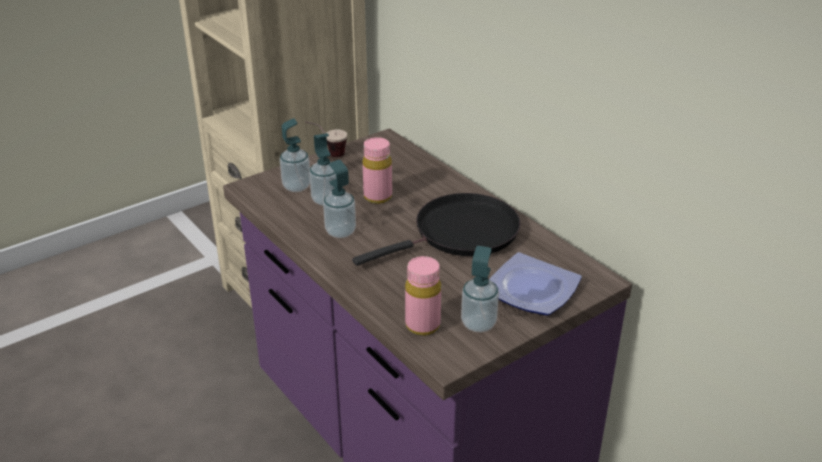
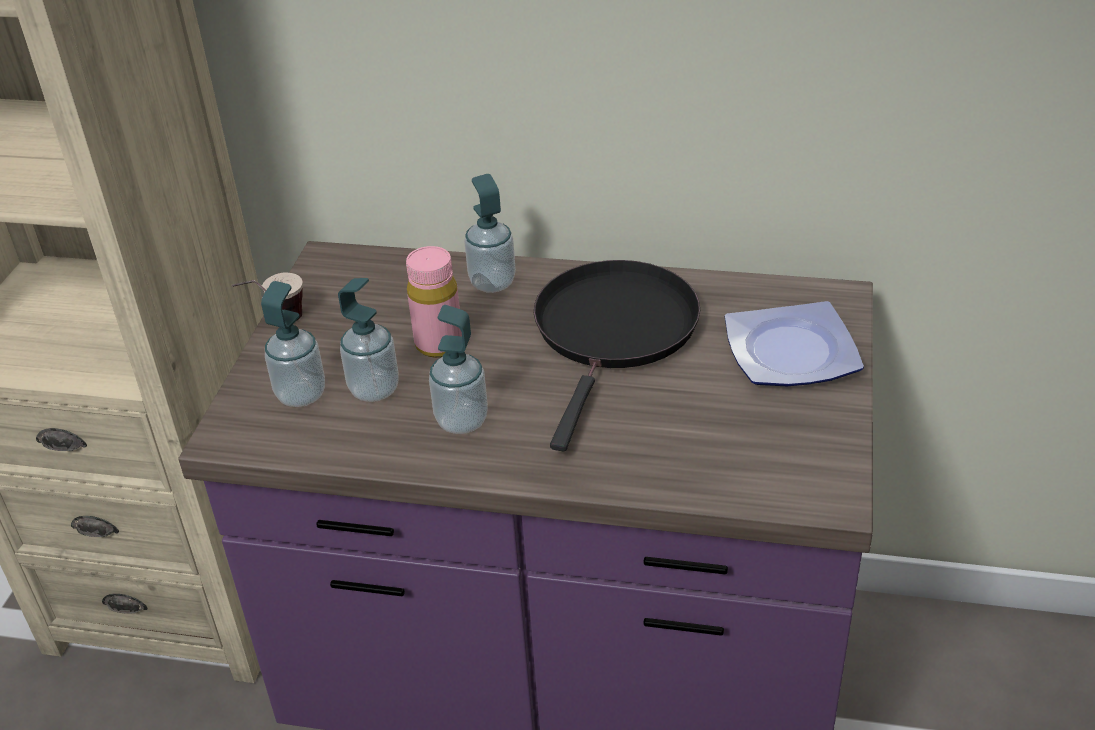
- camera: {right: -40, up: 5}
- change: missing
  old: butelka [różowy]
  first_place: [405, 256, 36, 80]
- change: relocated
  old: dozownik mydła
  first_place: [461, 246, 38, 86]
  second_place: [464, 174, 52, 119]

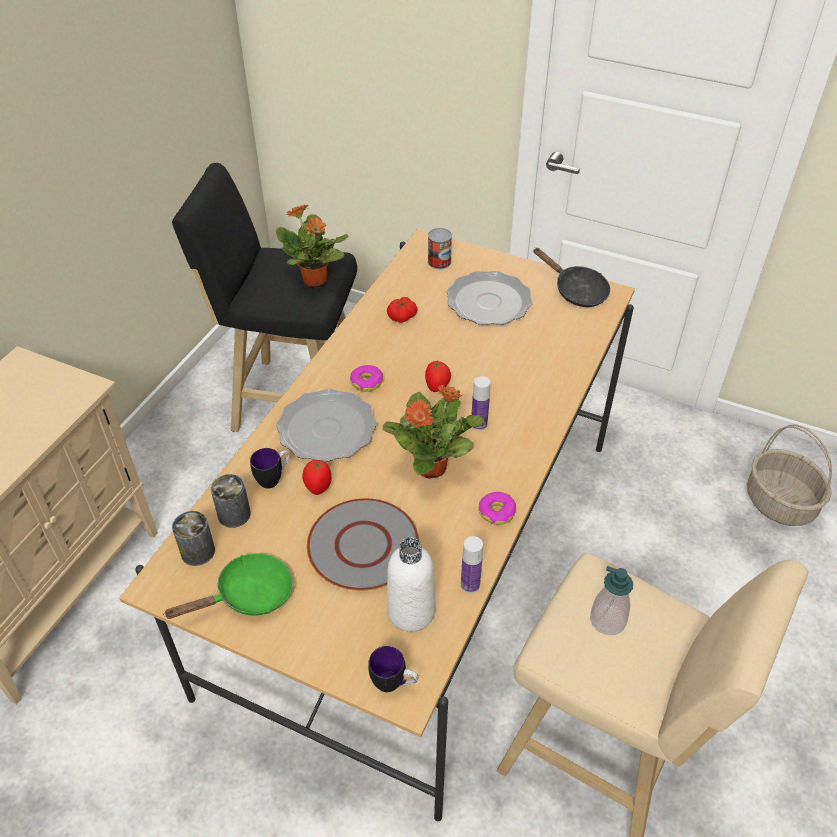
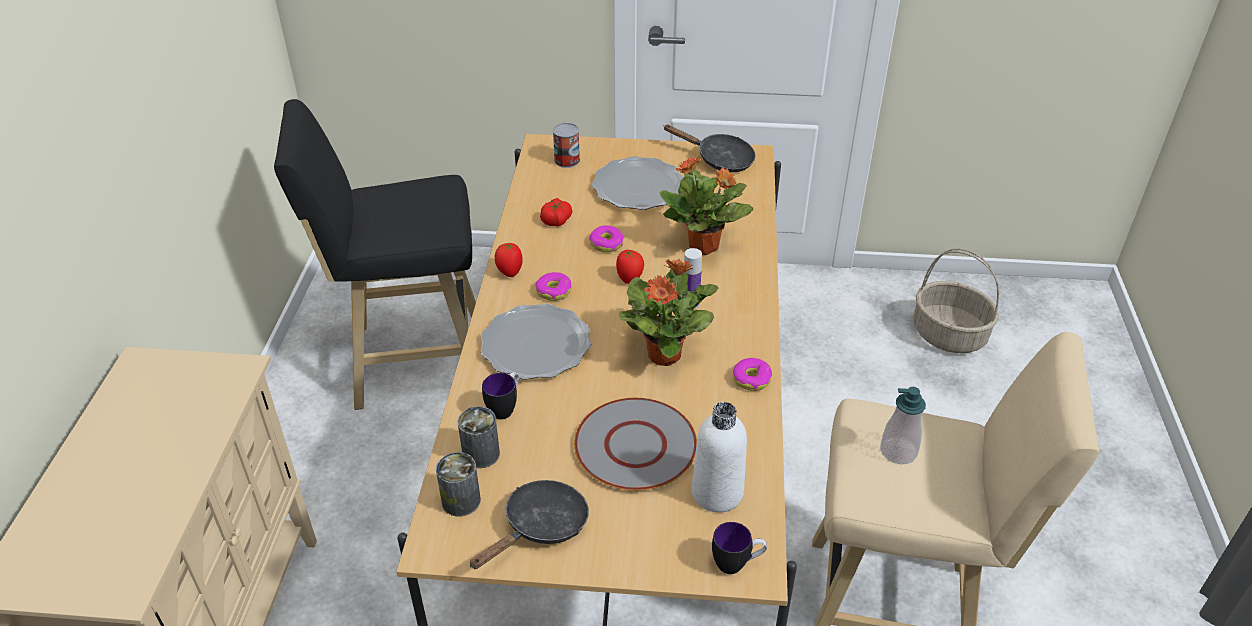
- camera: {right: -20, up: -5}
- change: missing
  old: butelka
  first_place: [461, 536, 22, 57]
- change: appeared
  new: donut
  second_place: [589, 225, 35, 27]
- change: relocated
  old: roślina doniczkowa
  first_place: [276, 204, 72, 83]
  second_place: [659, 156, 94, 99]
- change: relocated
  old: pomidor
  first_place: [302, 460, 29, 35]
  second_place: [495, 242, 28, 35]
- change: colour
  old: patelnia [zielony]
  new: patelnia [czarny]
  first_place: [163, 553, 130, 66]
  second_place: [469, 480, 120, 89]

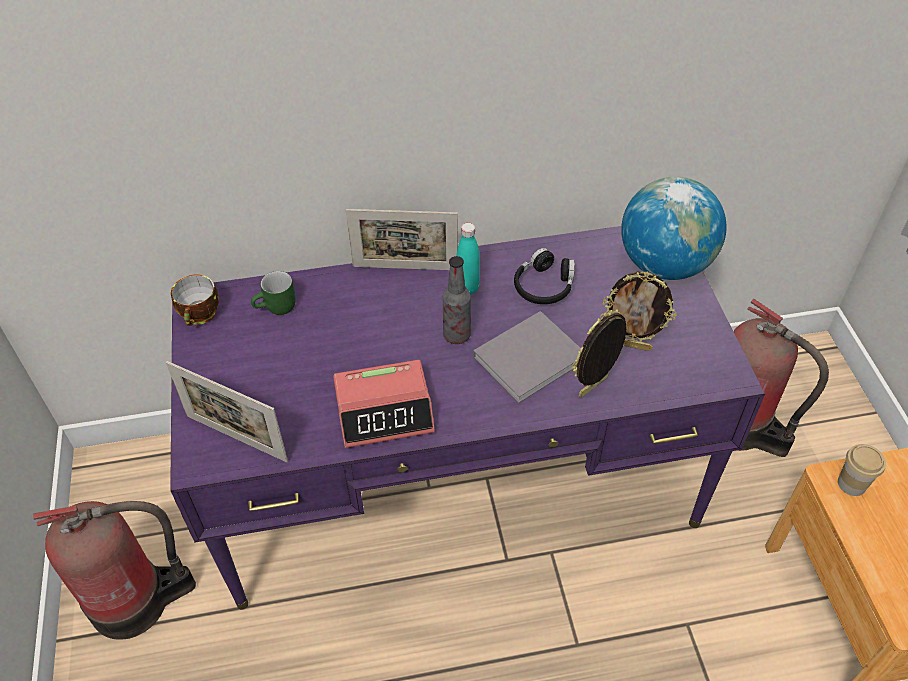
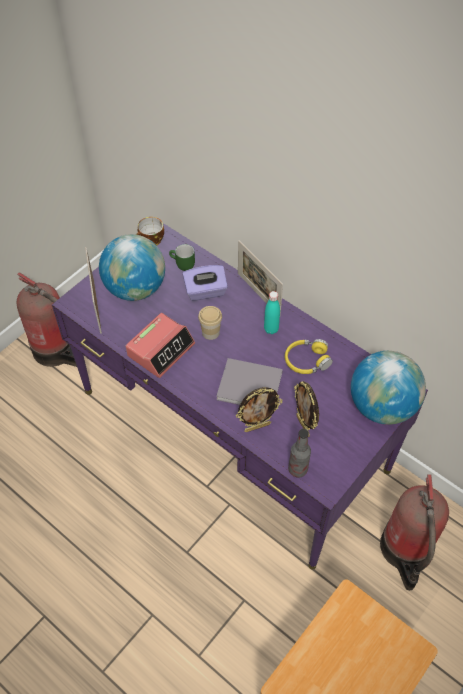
- camera: {right: 50, up: 5}
- change: appeared
  new: globus
  second_place: [99, 234, 66, 67]
- change: appeared
  new: pudełko chusteczek [fioletowy]
  second_place: [182, 265, 46, 36]
- change: relocated
  old: butelka
  first_place: [443, 256, 28, 88]
  second_place: [288, 429, 23, 49]
- change: relocated
  old: filiżanka
  first_place: [838, 444, 48, 52]
  second_place: [198, 306, 24, 34]
- change: colour
  old: słuchawki [czarny]
  new: słuchawki [żółty]
  first_place: [514, 248, 61, 56]
  second_place: [285, 339, 48, 35]
- change: spun
  old: budzik
  first_place: [333, 360, 102, 88]
  second_place: [126, 313, 69, 65]
  degrees: -90
- change: spun
  old: ramka na zdjęcie
  first_place: [572, 310, 54, 88]
  second_place: [236, 387, 46, 45]
  degrees: 150

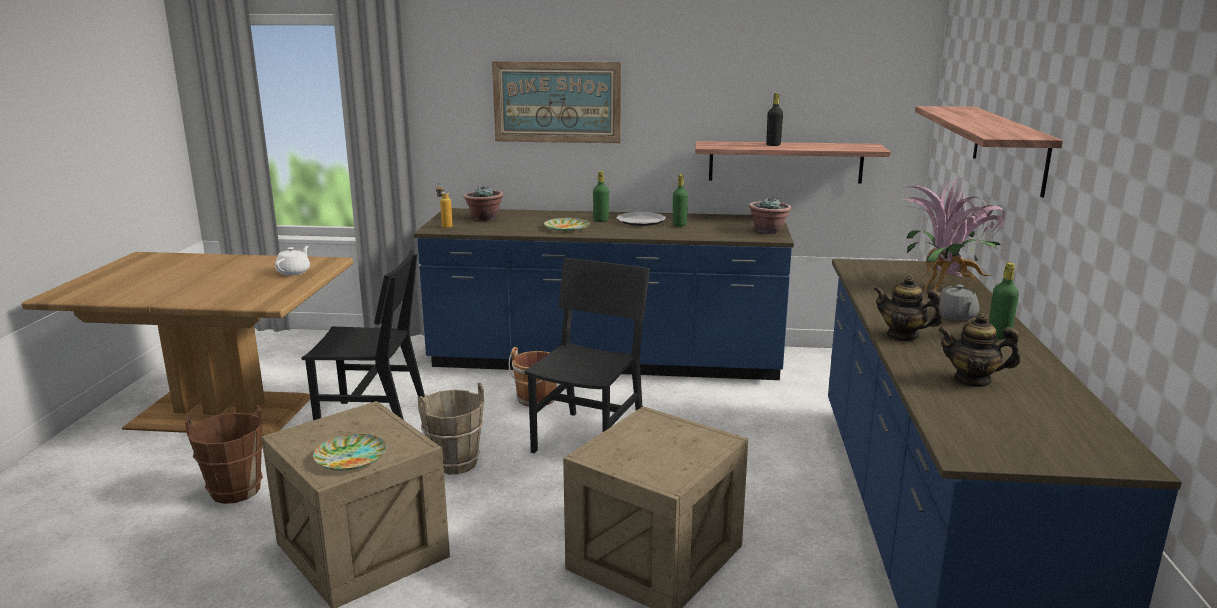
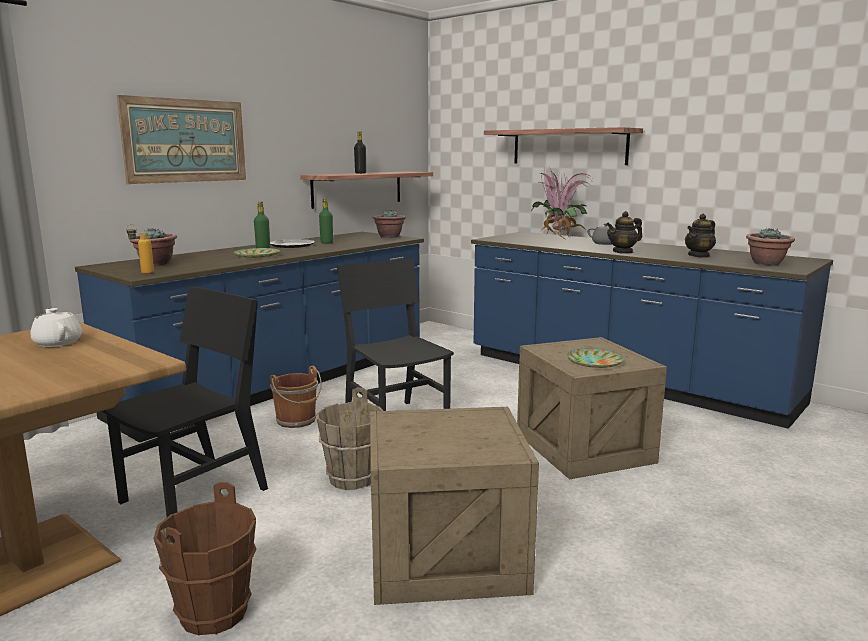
- camera: {right: -55, up: -5}
- change: missing
  old: butelka [zielony]
  first_place: [989, 263, 30, 77]
- change: appeared
  new: roślina doniczkowa
  second_place: [746, 228, 49, 37]
- change: relocated
  old: talerz
  first_place: [313, 434, 74, 37]
  second_place: [567, 349, 57, 19]

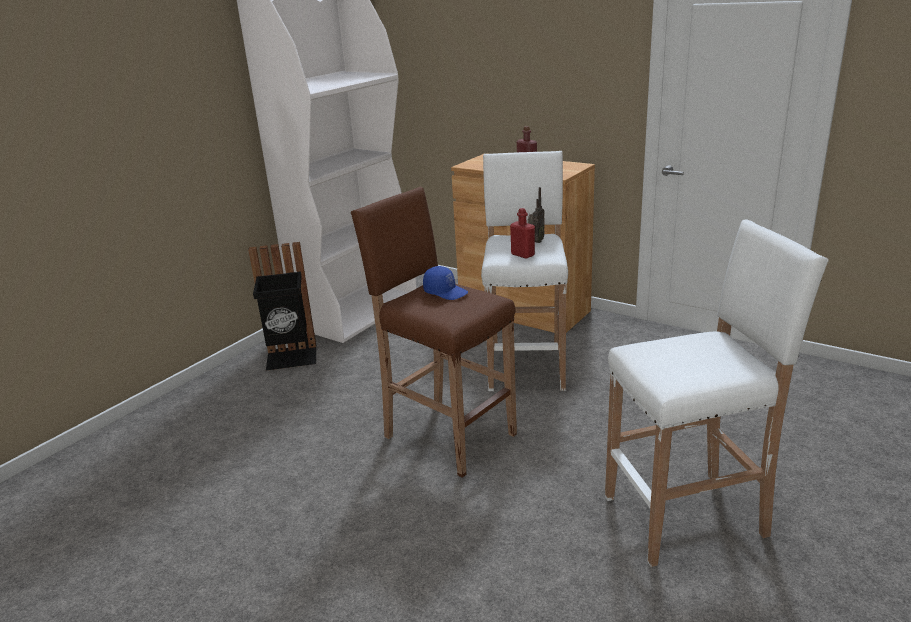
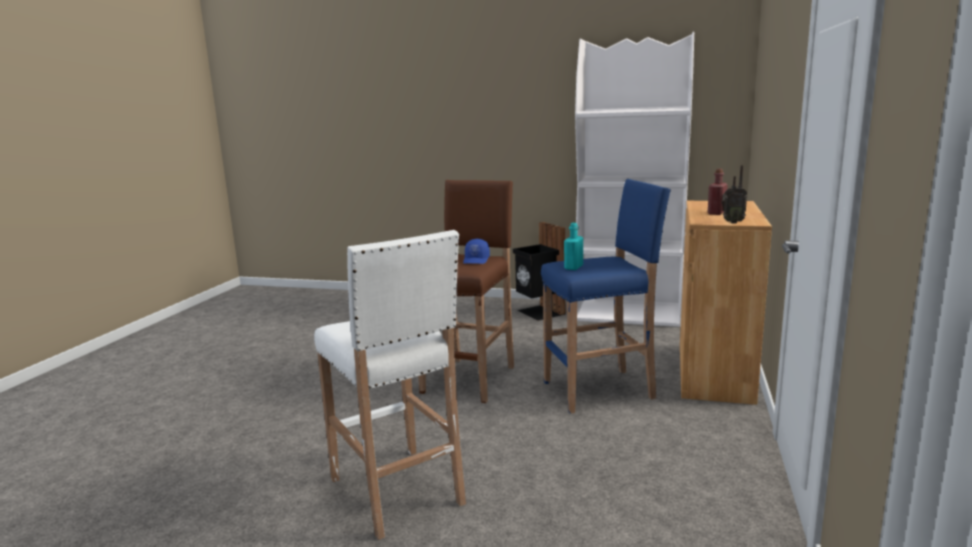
- camera: {right: 70, up: -10}
- change: relocated
  old: radio
  first_place: [528, 187, 17, 56]
  second_place: [721, 165, 26, 58]
- change: colour
  old: stołek [biały]
  new: stołek [niebieski]
  first_place: [481, 151, 87, 240]
  second_place: [541, 179, 130, 235]
- change: colour
  old: butelka [czerwony]
  new: butelka [turkusowy]
  first_place: [510, 208, 25, 51]
  second_place: [564, 223, 19, 47]

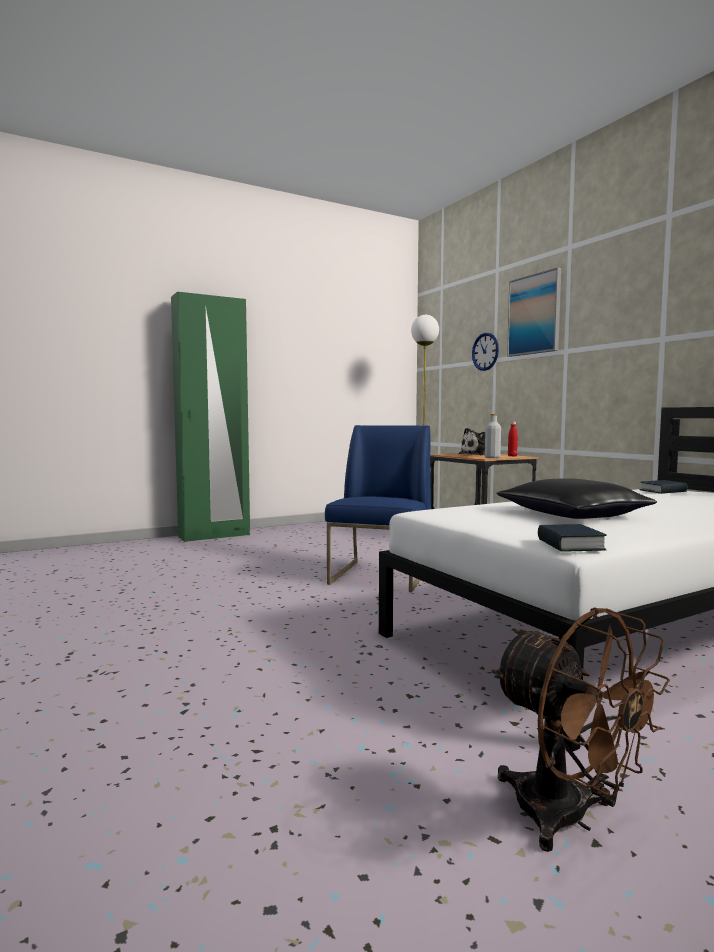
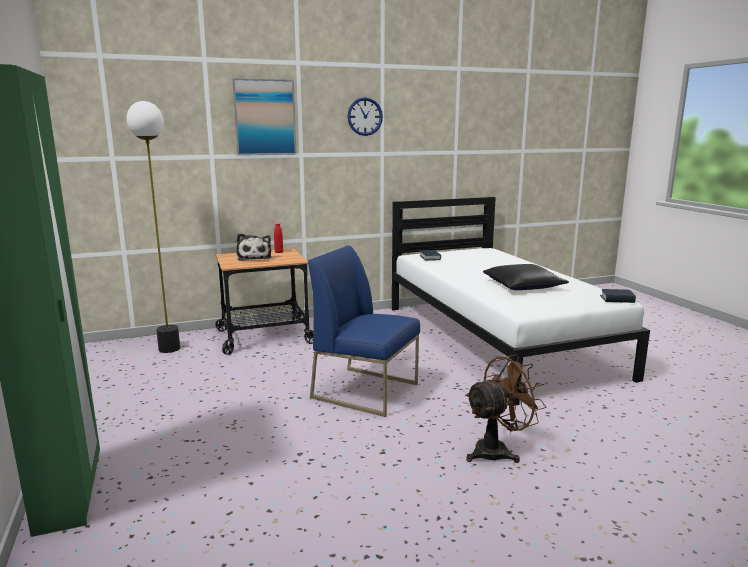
- camera: {right: -80, up: 10}
- change: missing
  old: butelka [szary]
  first_place: [485, 414, 16, 44]
- change: relocated
  old: zegar ścienny
  first_place: [472, 333, 27, 38]
  second_place: [347, 97, 36, 39]
- change: relocated
  old: wentylator [brązowy]
  first_place: [491, 607, 179, 245]
  second_place: [465, 354, 81, 109]

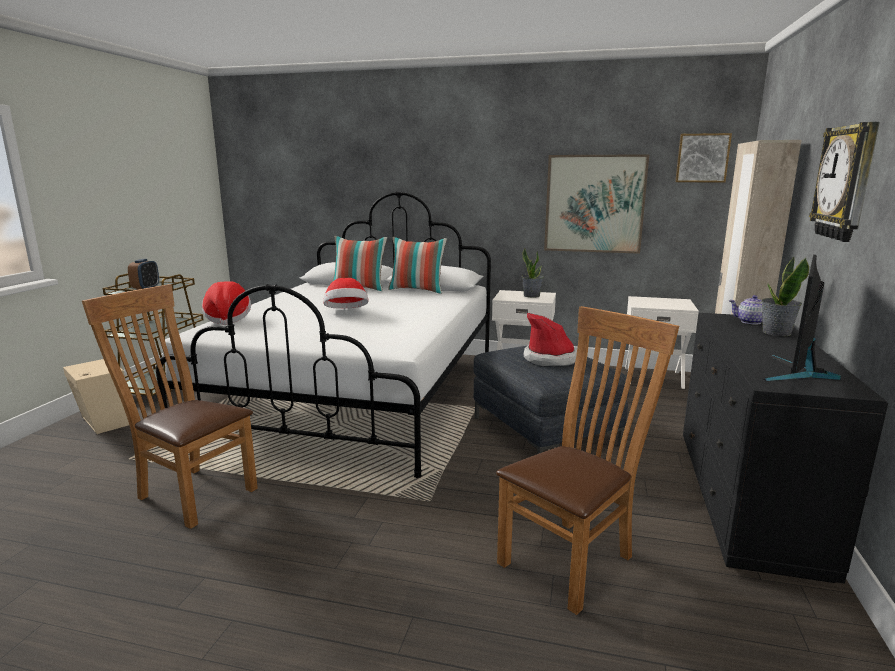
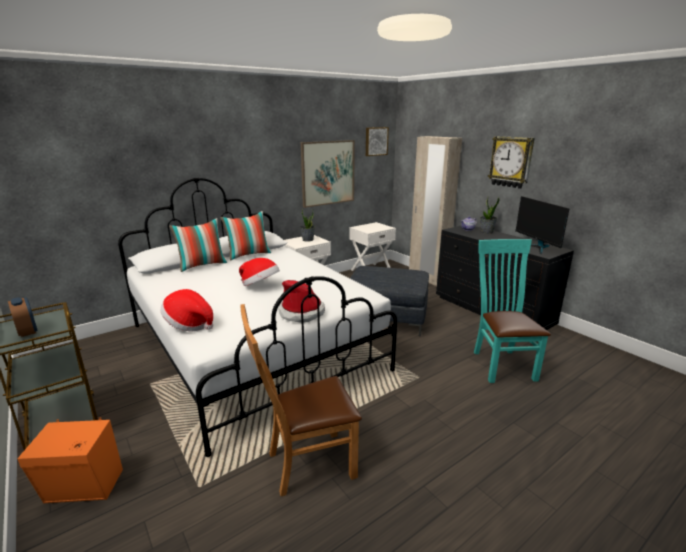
- camera: {right: -50, up: 5}
- change: relocated
  old: kapelusz
  first_place: [524, 313, 53, 53]
  second_place: [278, 280, 47, 43]
- change: colour
  old: głośnik [beżowy]
  new: głośnik [pomarańczowy]
  first_place: [63, 359, 66, 75]
  second_place: [18, 417, 105, 86]
- change: colour
  old: krzesło [brązowy]
  new: krzesło [turkusowy]
  first_place: [496, 306, 183, 309]
  second_place: [474, 239, 77, 144]

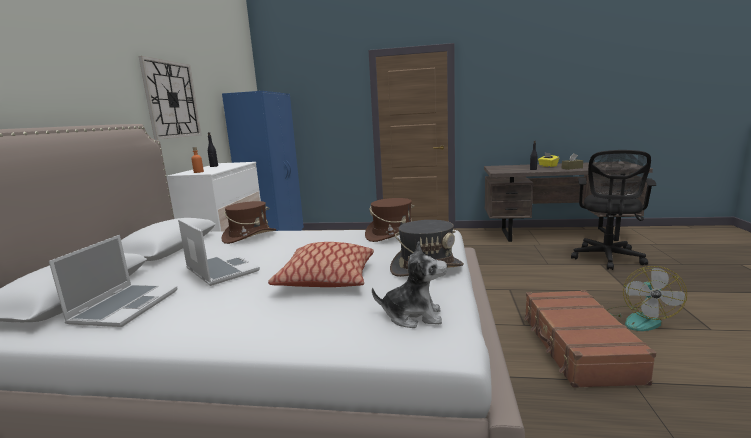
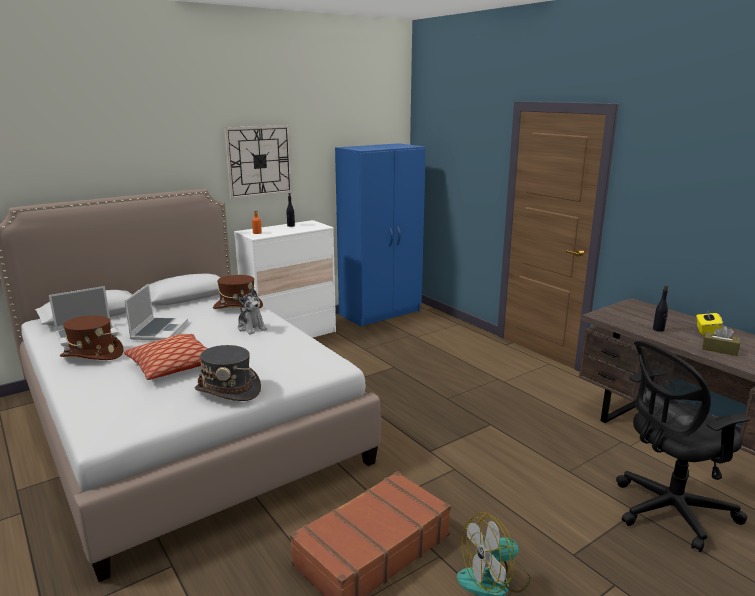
- camera: {right: 45, up: 5}
- change: relocated
  old: kapelusz [brązowy]
  first_place: [365, 198, 50, 44]
  second_place: [60, 315, 64, 45]
- change: relocated
  old: pluszak
  first_place: [372, 241, 75, 87]
  second_place: [238, 289, 29, 46]

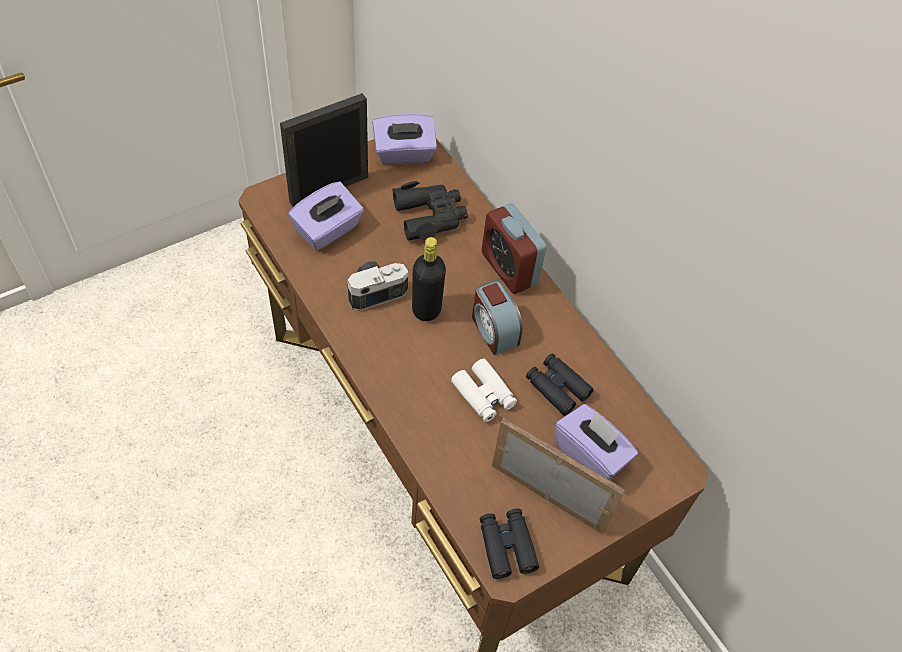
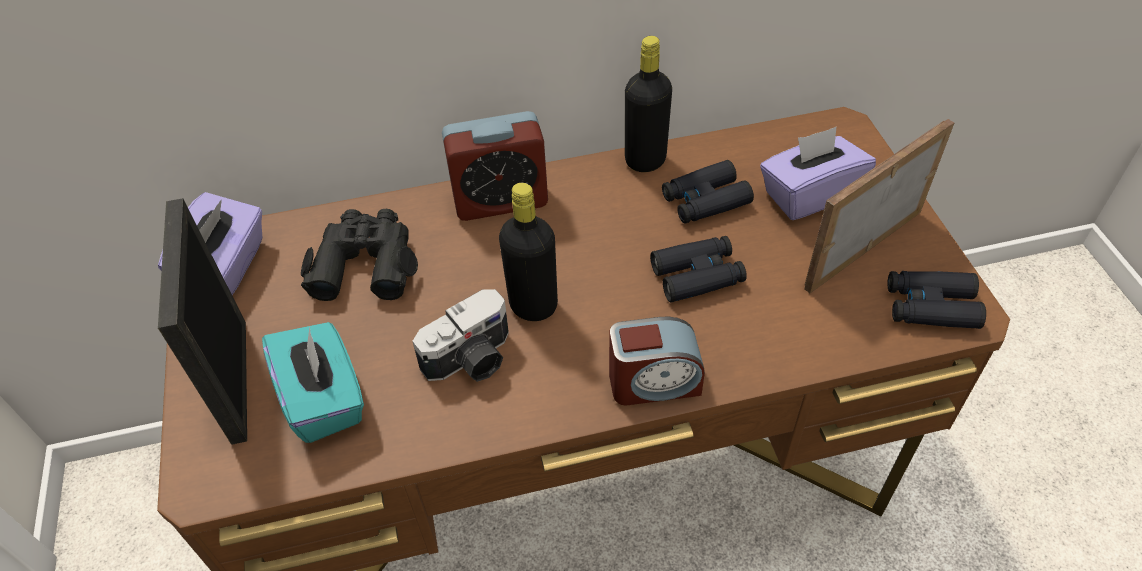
- camera: {right: -65, up: -5}
- change: appeared
  new: butelka [czarny]
  second_place: [625, 36, 47, 136]
- change: relocated
  old: budzik
  first_place: [472, 280, 51, 75]
  second_place: [609, 317, 96, 88]
- change: colour
  old: pudełko chusteczek [fioletowy]
  new: pudełko chusteczek [turkusowy]
  first_place: [288, 181, 76, 69]
  second_place: [262, 322, 102, 121]
- change: colour
  old: lornetka [biały]
  new: lornetka [czarny]
  first_place: [451, 359, 66, 63]
  second_place: [650, 236, 97, 66]
- change: spun
  old: aparat fotograficzny
  first_place: [347, 261, 61, 50]
  second_place: [412, 289, 97, 93]
  degrees: -120

